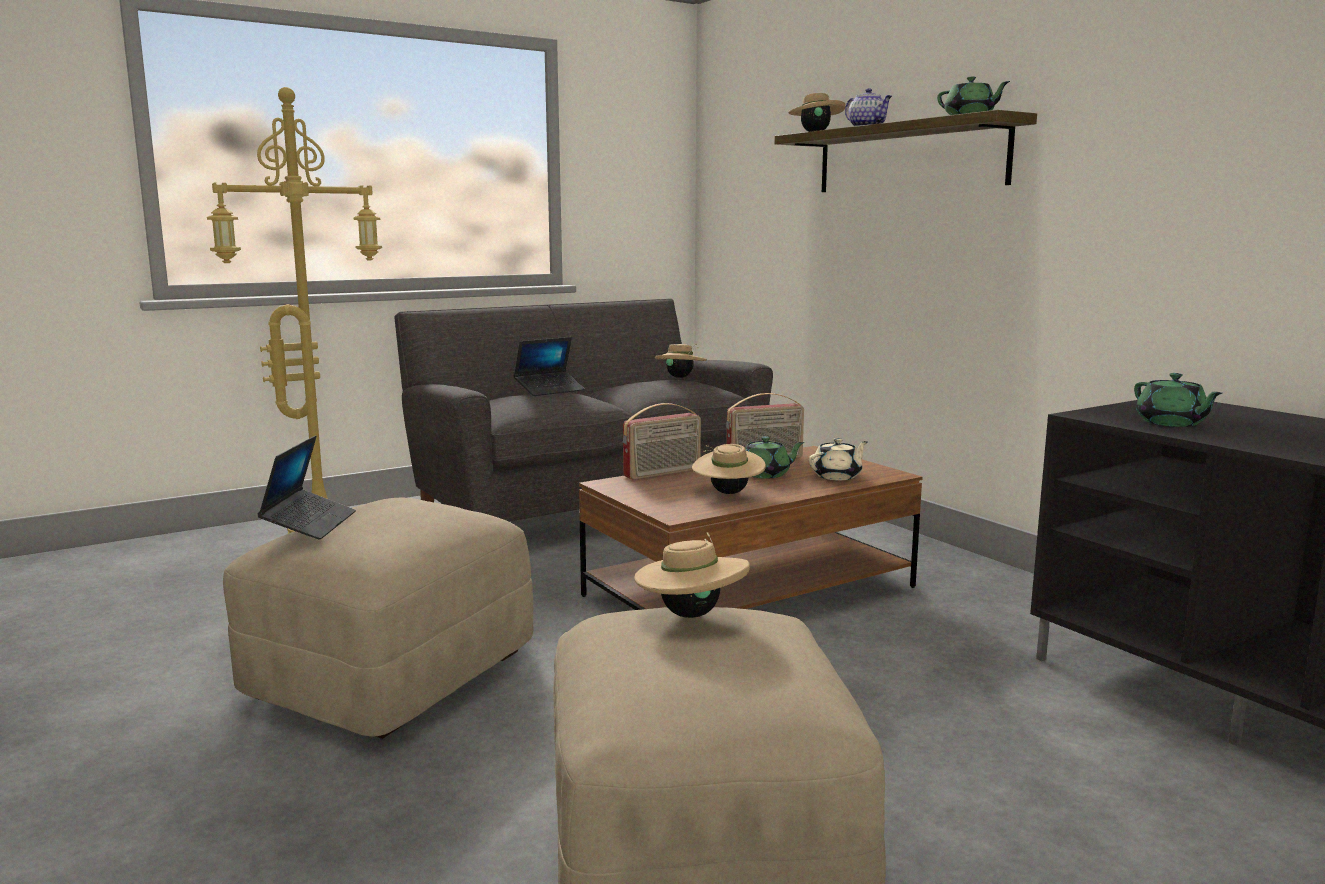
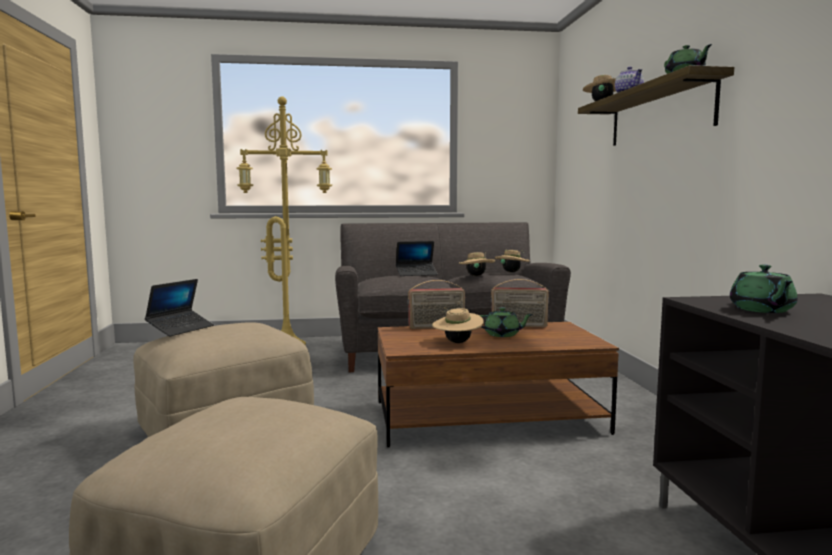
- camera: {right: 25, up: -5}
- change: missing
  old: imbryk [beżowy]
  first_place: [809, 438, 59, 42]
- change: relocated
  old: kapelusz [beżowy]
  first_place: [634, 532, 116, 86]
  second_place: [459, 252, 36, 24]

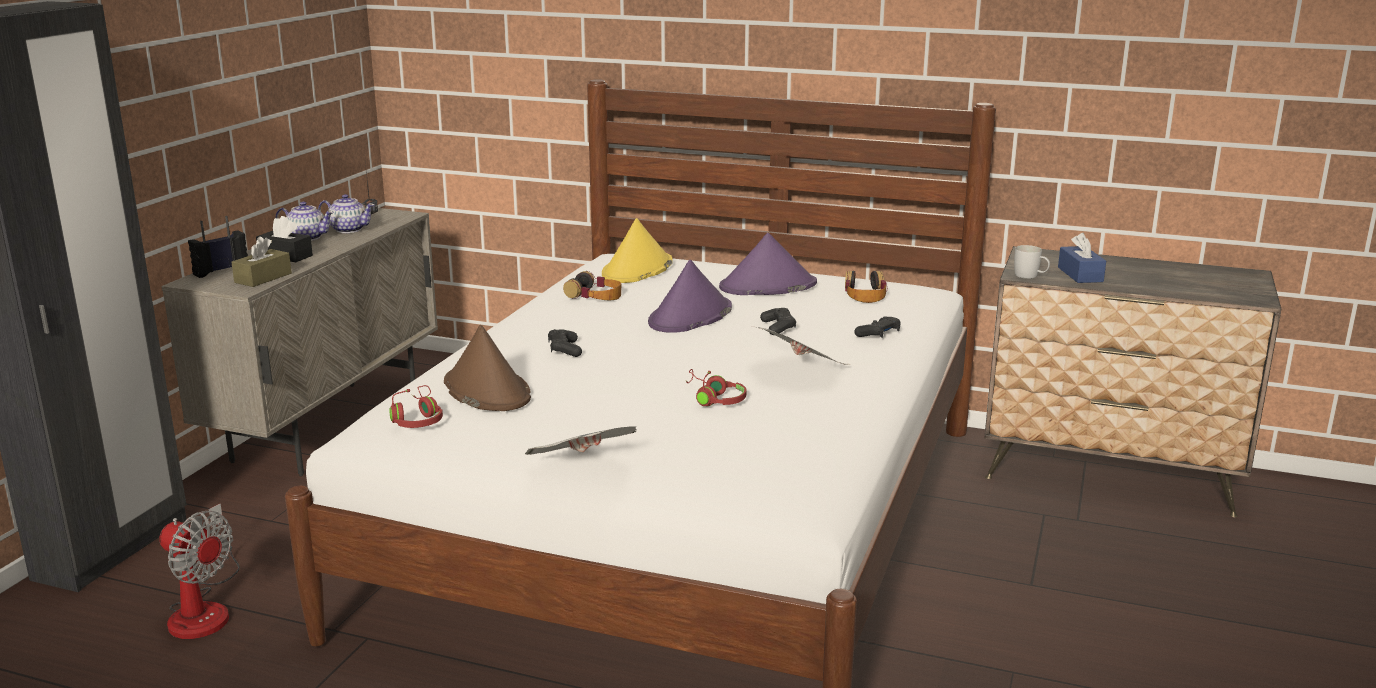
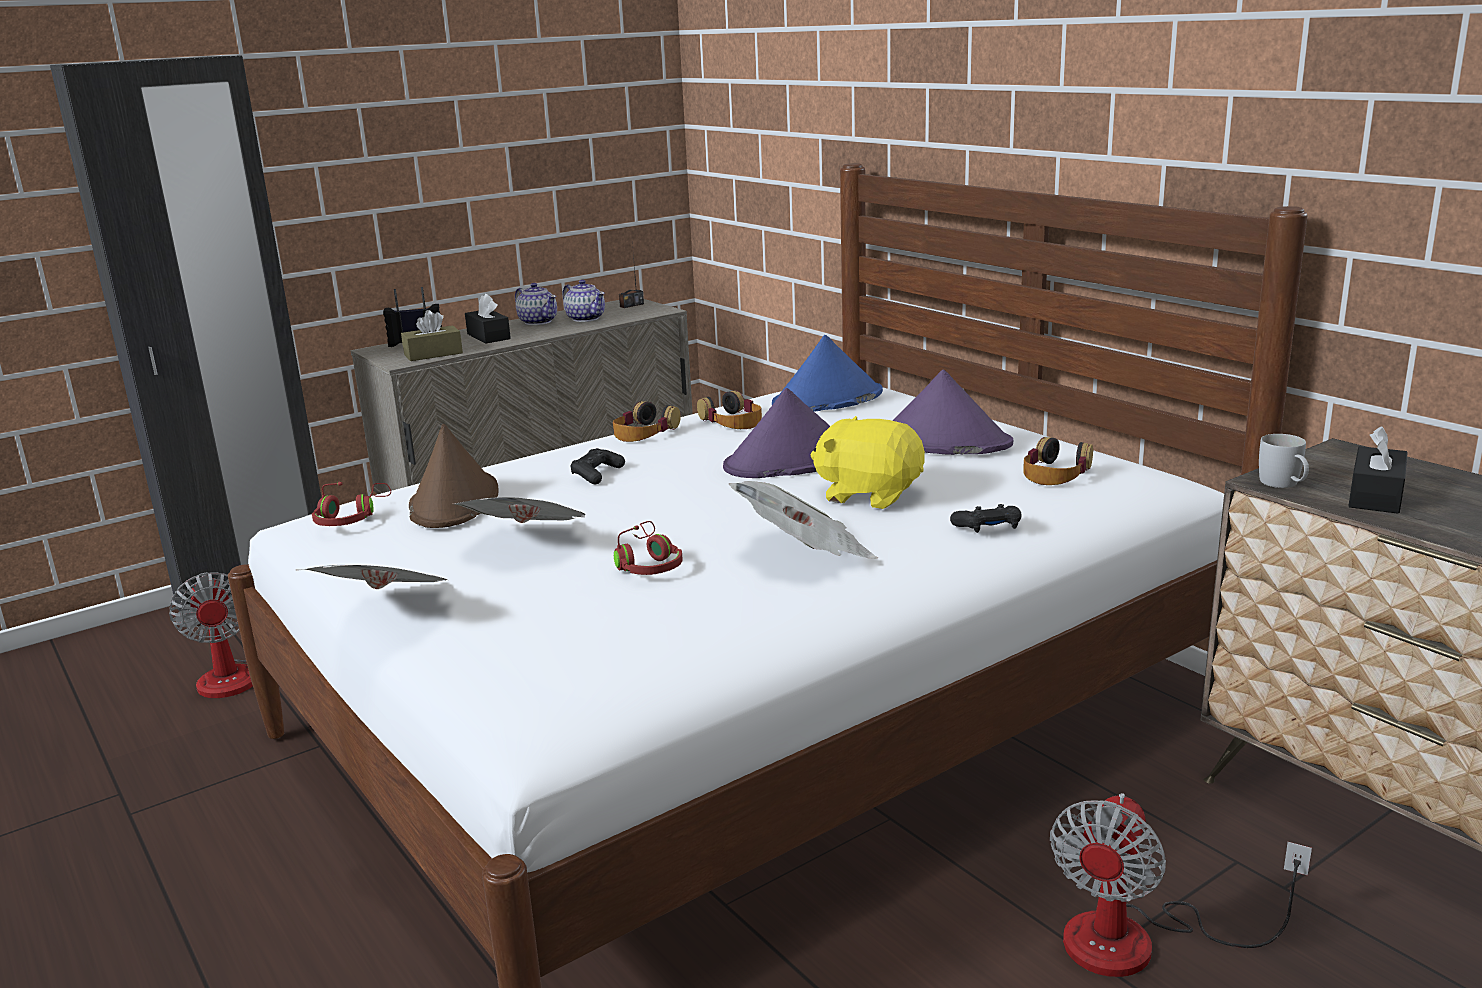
- camera: {right: 35, up: 0}
- change: appeared
  new: gazeta
  second_place: [455, 497, 131, 26]
- change: appeared
  new: słuchawki
  second_place: [613, 401, 68, 41]
- change: appeared
  new: wentylator
  second_place: [1050, 793, 262, 184]
- change: exchanged
  old: pad do gier [czarny]
  new: pluszak [żółty]
  first_place: [760, 308, 36, 27]
  second_place: [811, 416, 114, 93]
- change: colour
  old: kapelusz [żółty]
  new: kapelusz [niebieski]
  first_place: [602, 218, 71, 65]
  second_place: [772, 335, 111, 77]
- change: colour
  old: pudełko chusteczek [niebieski]
  new: pudełko chusteczek [czarny]
  first_place: [1058, 233, 48, 50]
  second_place: [1348, 426, 60, 88]

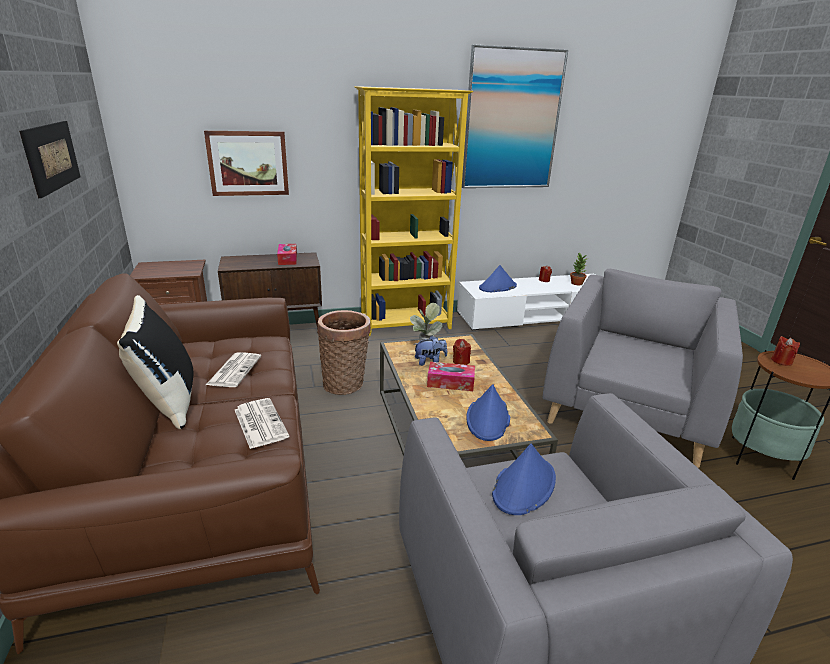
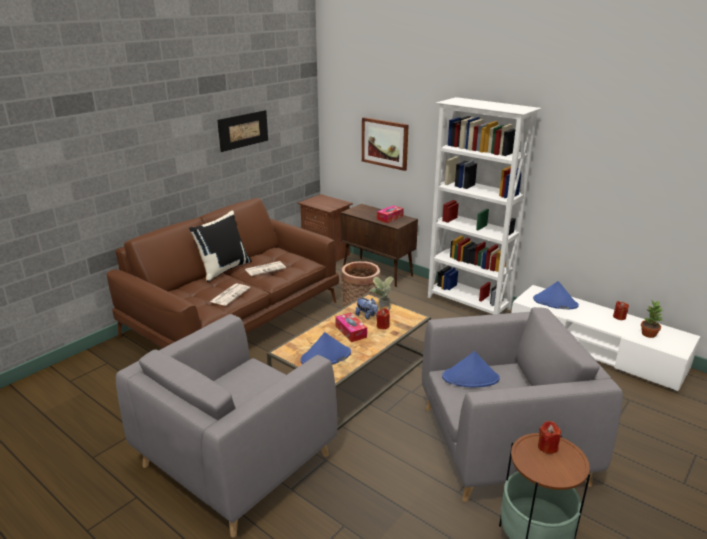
- camera: {right: 55, up: 0}
- change: missing
  old: obraz
  first_place: [462, 44, 106, 144]
- change: relocated
  old: kapelusz [niebieski]
  first_place: [492, 444, 64, 71]
  second_place: [442, 351, 58, 36]
- change: colour
  old: regał [żółty]
  new: regał [biały]
  first_place: [355, 86, 118, 250]
  second_place: [428, 97, 113, 217]

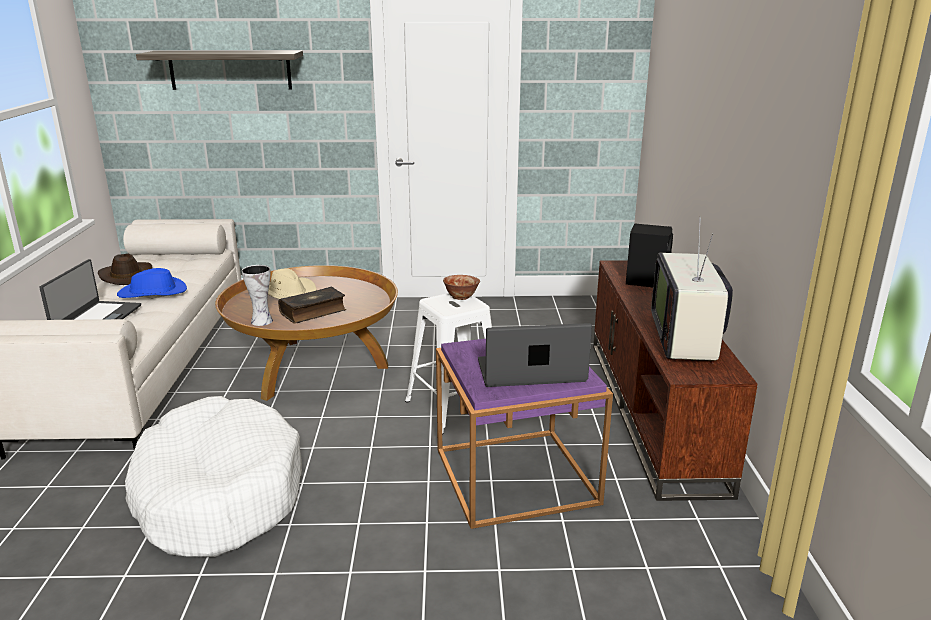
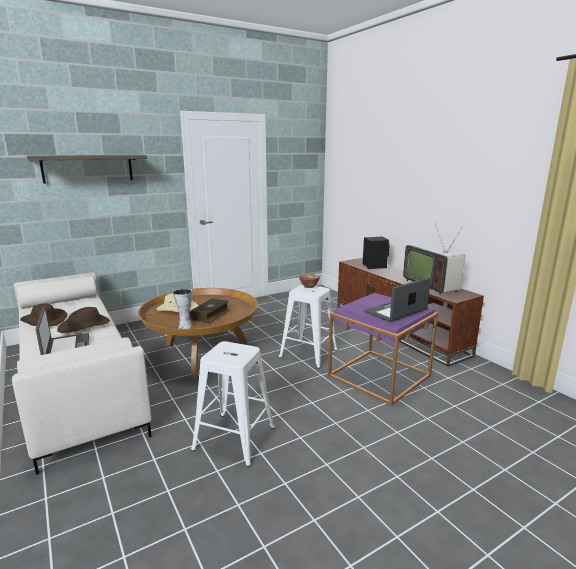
- camera: {right: -30, up: -5}
- change: exchanged
  old: legowisko [biały]
  new: stołek [biały]
  first_place: [125, 396, 177, 161]
  second_place: [191, 341, 84, 126]
- change: colour
  old: kapelusz [niebieski]
  new: kapelusz [brązowy]
  first_place: [117, 268, 70, 30]
  second_place: [57, 307, 53, 26]

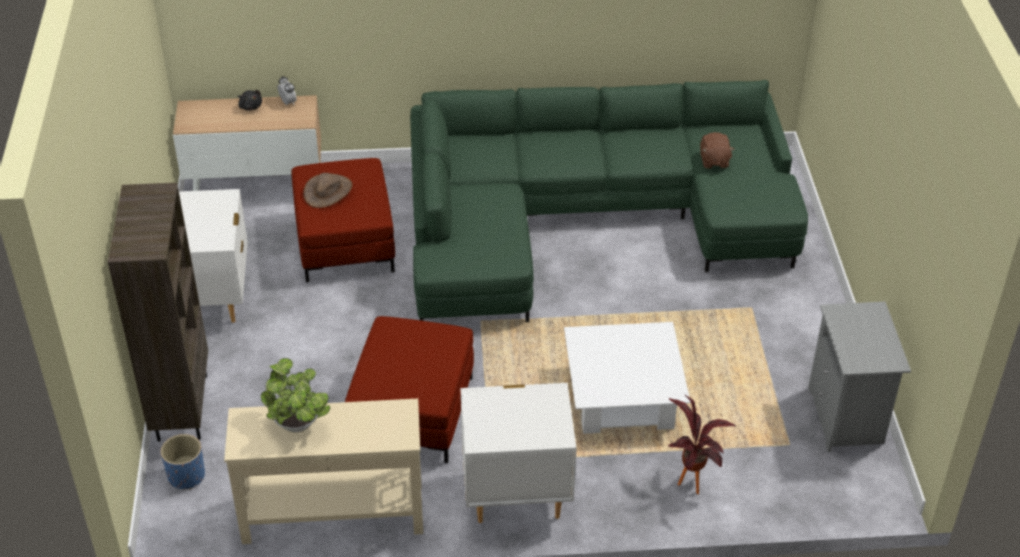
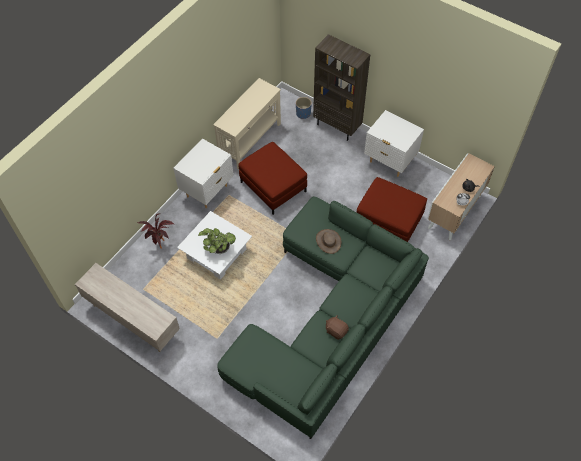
- camera: {right: 130, up: 15}
- change: relocated
  old: roślina doniczkowa
  first_place: [261, 358, 69, 74]
  second_place: [198, 228, 38, 26]
- change: relocated
  old: kapelusz [brązowy]
  first_place: [303, 173, 50, 35]
  second_place: [316, 229, 25, 25]
- change: relocated
  old: pluszak [brązowy]
  first_place: [700, 132, 34, 36]
  second_place: [326, 315, 23, 25]
- change: exchanged
  old: szafka nocna [szary]
  new: szafka pod telewizor [beżowy]
  first_place: [808, 302, 103, 150]
  second_place: [75, 263, 105, 89]

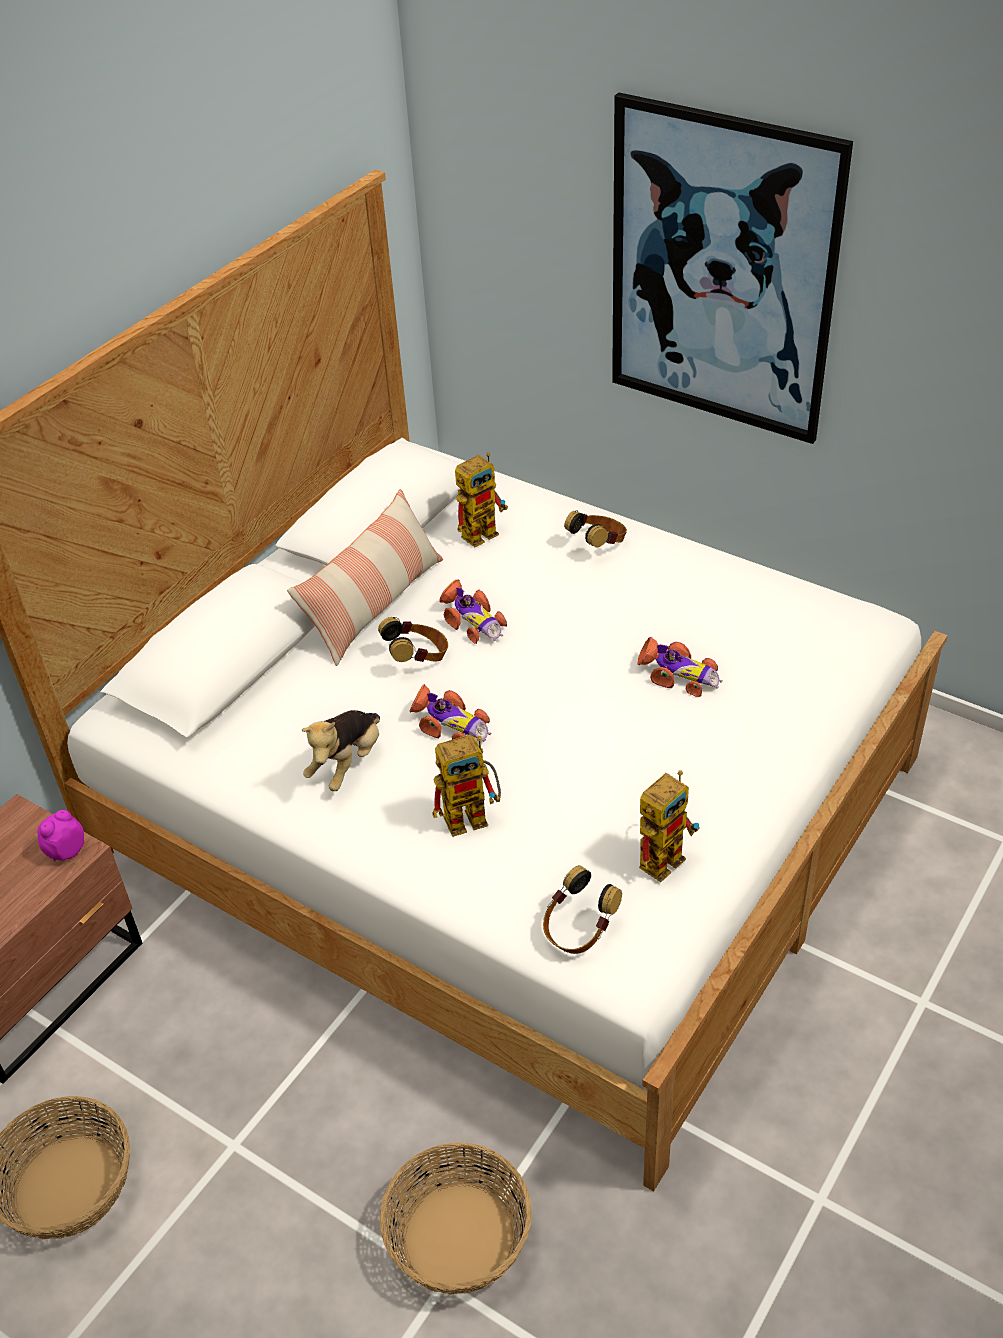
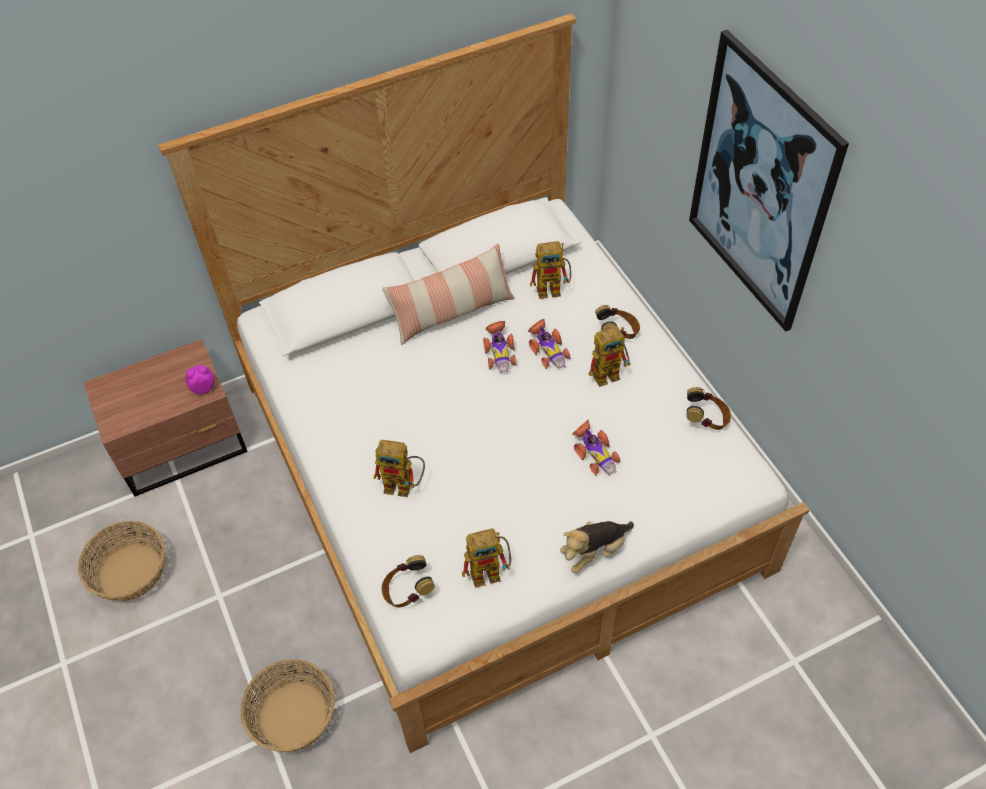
- camera: {right: 30, up: 10}
- change: appeared
  new: robot zabawkowy
  second_place: [589, 326, 42, 61]
- change: relocated
  old: pluszak
  first_place: [302, 710, 78, 81]
  second_place: [560, 521, 74, 52]
- change: relocated
  old: słuchawki
  first_place: [378, 617, 70, 45]
  second_place: [686, 387, 45, 43]
- change: relocated
  old: samochodzik
  first_place: [409, 684, 82, 58]
  second_place: [528, 319, 42, 51]

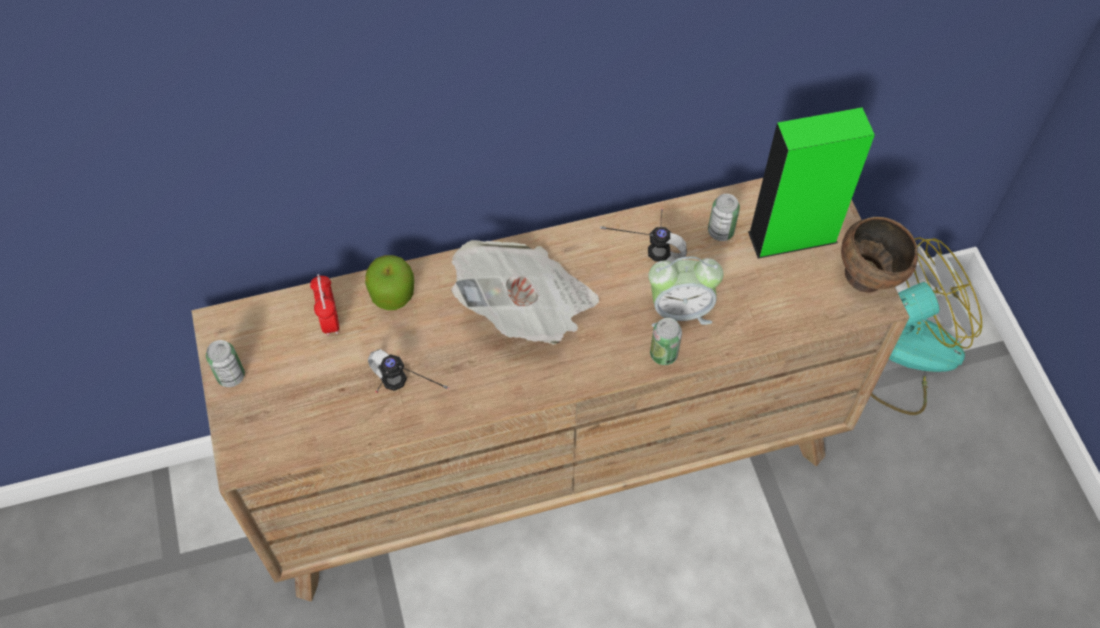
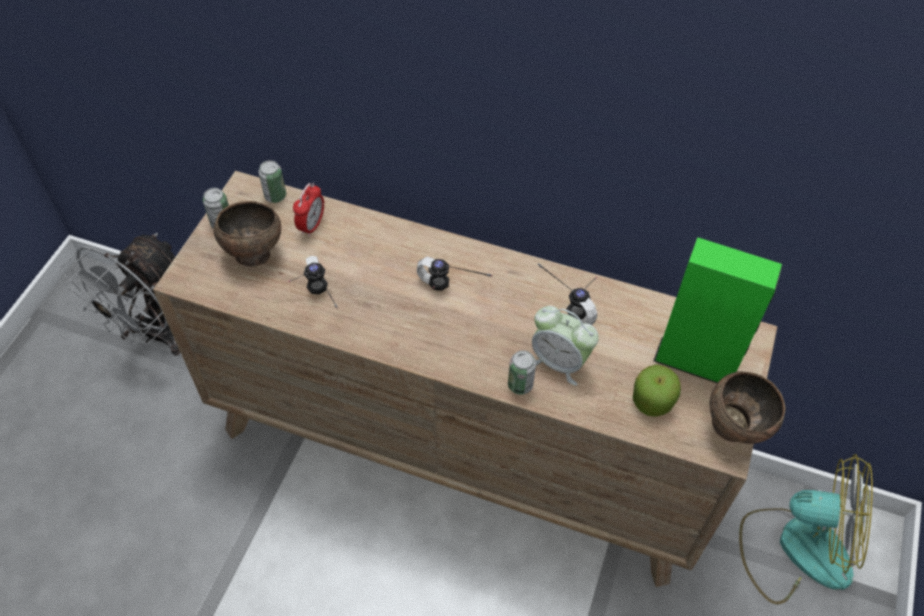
- camera: {right: 35, up: -5}
- change: appeared
  new: wentylator [szary]
  second_place: [59, 233, 121, 123]
- change: appeared
  new: miska [brązowy]
  second_place: [214, 201, 67, 66]
- change: relocated
  old: jabłko
  first_place: [365, 255, 49, 55]
  second_place: [633, 364, 48, 53]
- change: relocated
  old: puszka
  first_place: [708, 194, 32, 47]
  second_place: [258, 160, 28, 43]
- change: exchanged
  old: gazeta
  new: słuchawki
  first_place: [451, 240, 148, 104]
  second_place: [417, 257, 75, 34]

